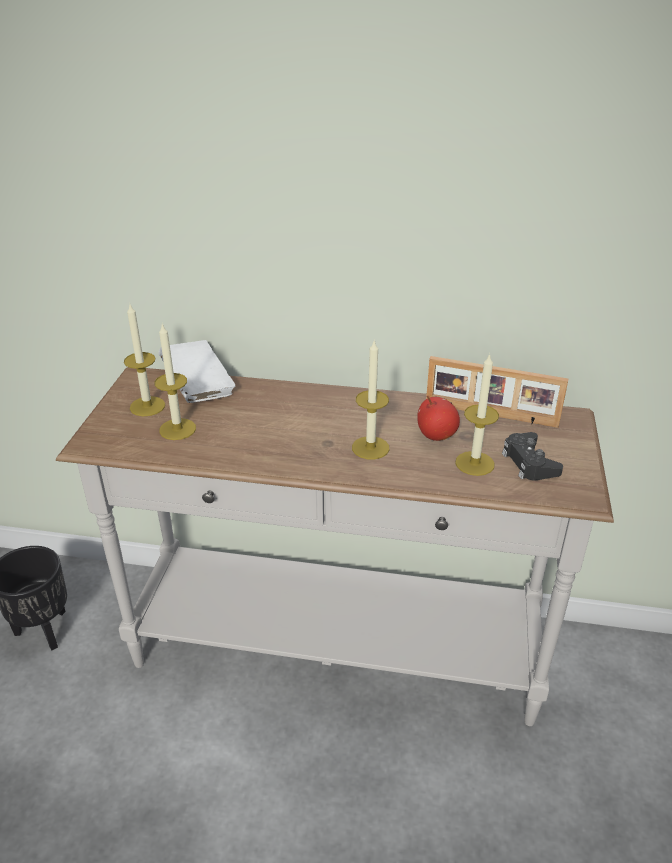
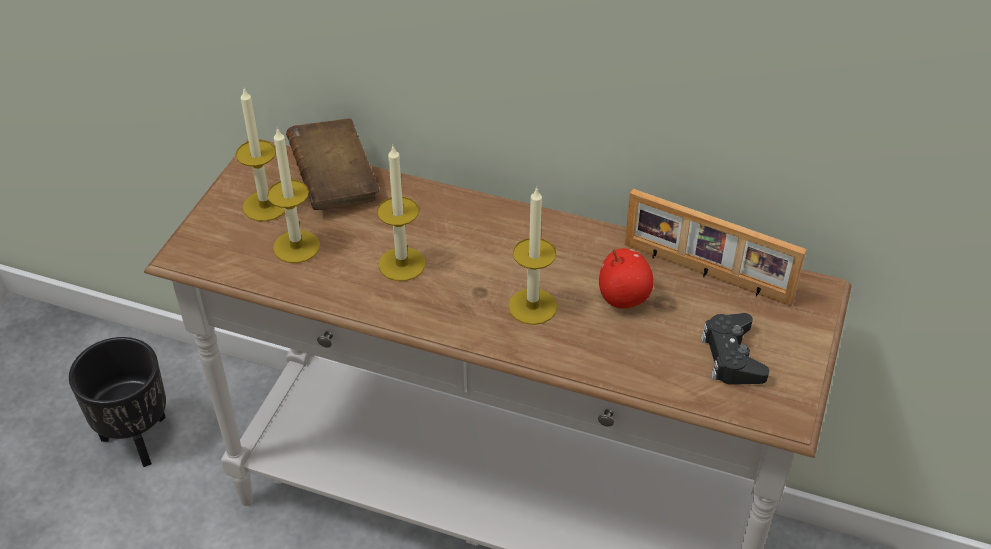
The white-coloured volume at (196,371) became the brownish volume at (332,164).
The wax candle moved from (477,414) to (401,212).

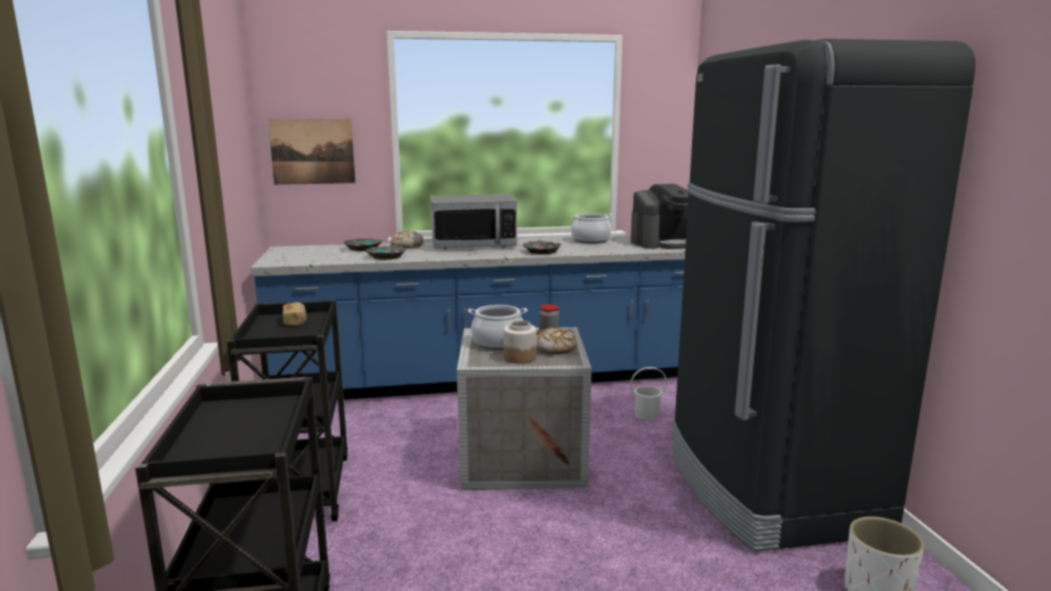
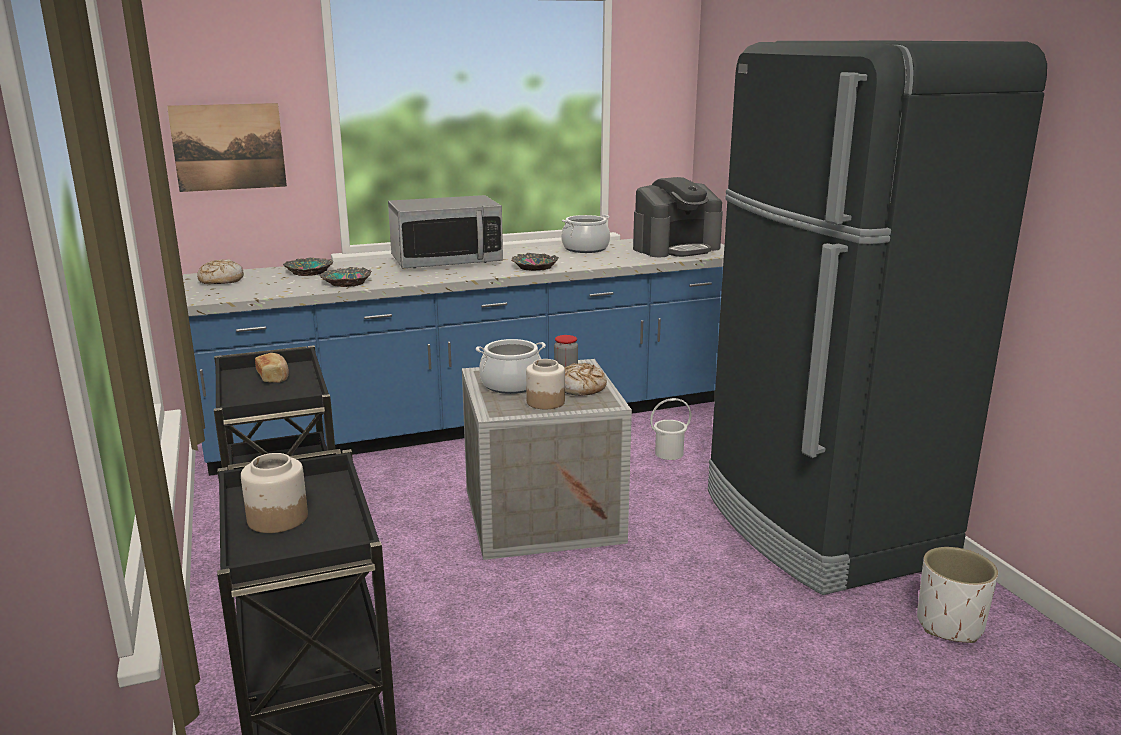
The bakery bread moved from (406,239) to (220,271).
The storage jar at (274,493) appeared.

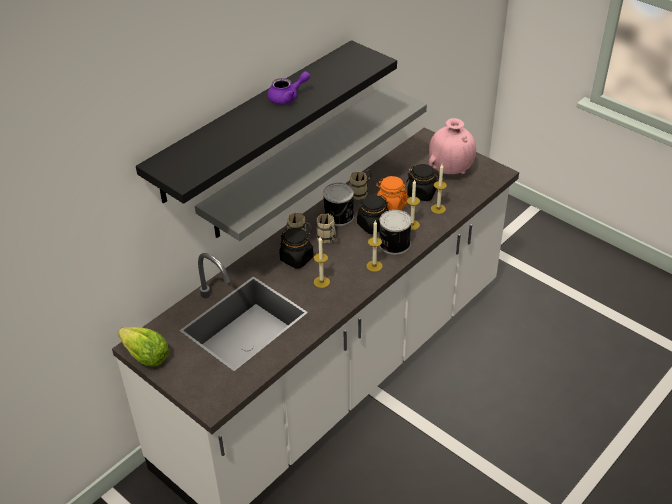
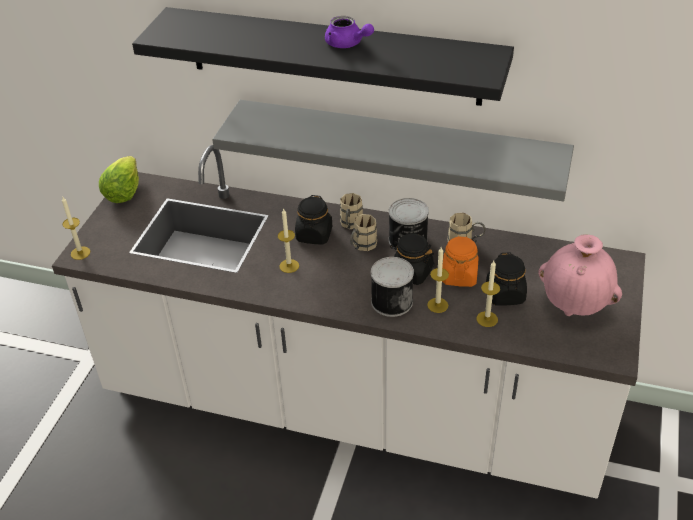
The wax candle moved from (374,246) to (76,228).

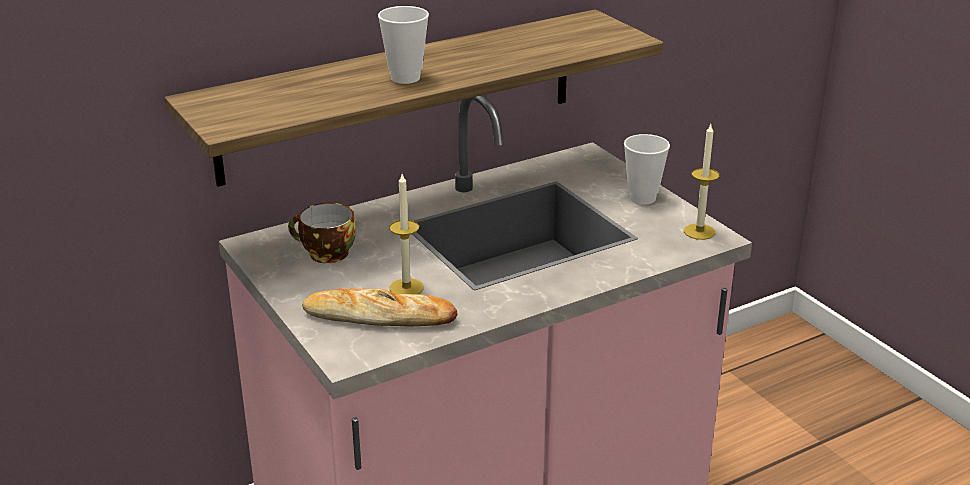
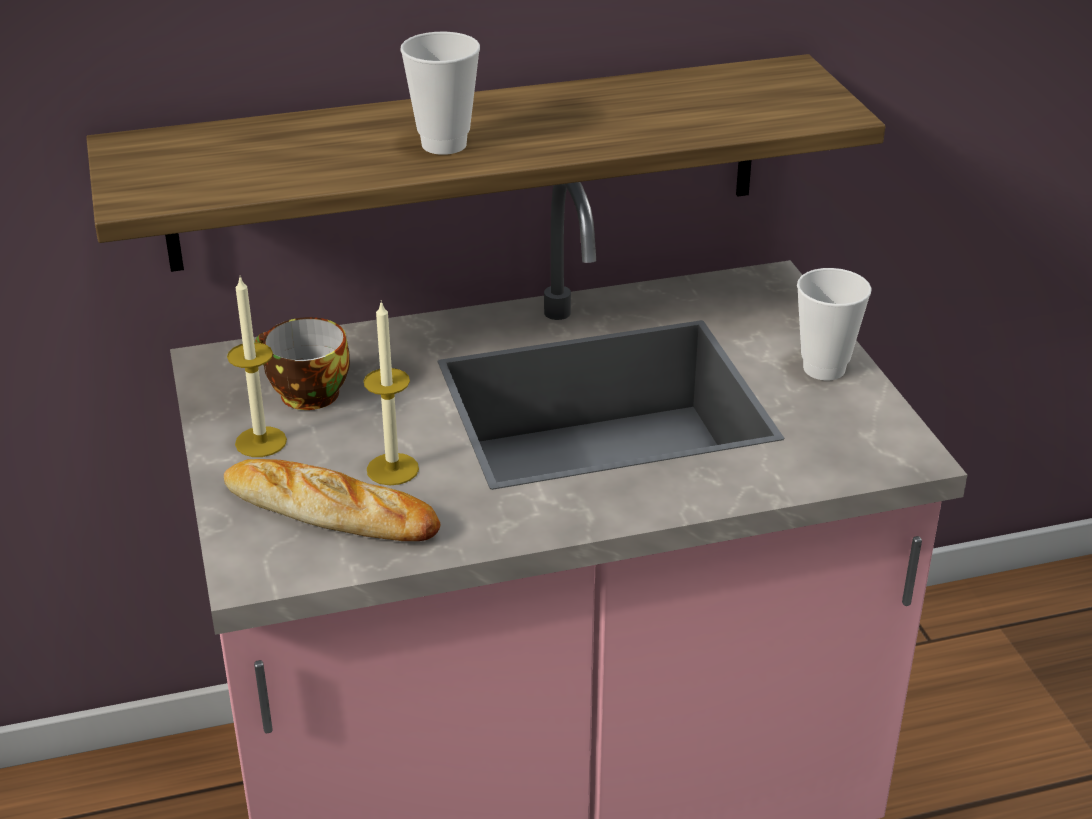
The wax candle moved from (701,182) to (257,367).

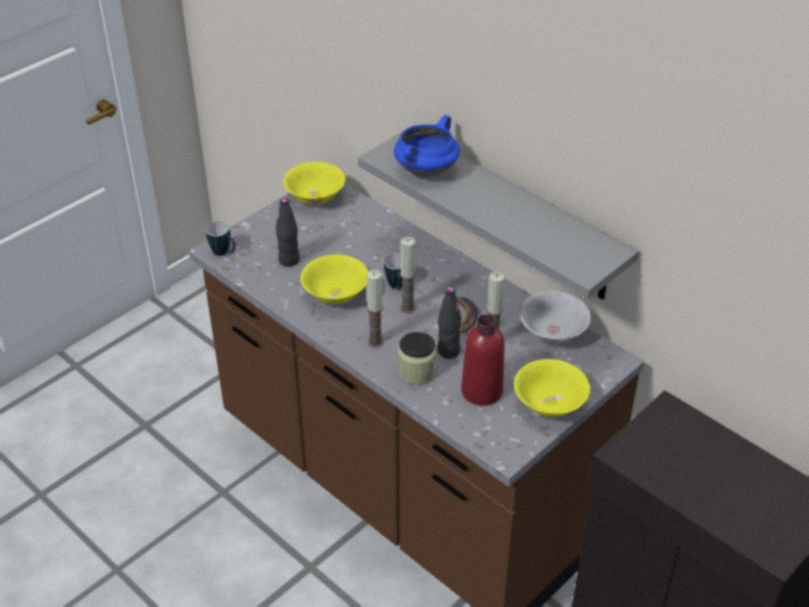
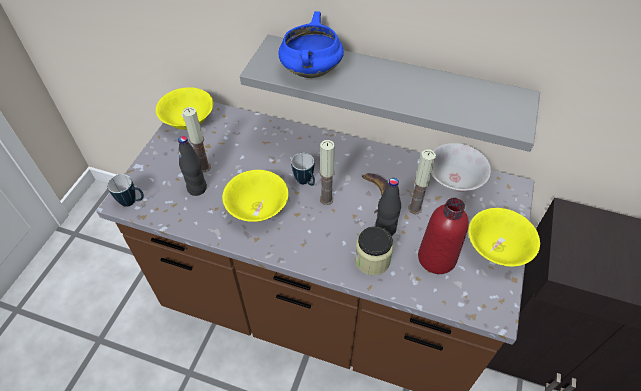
The wax candle moved from (375,309) to (196,139).

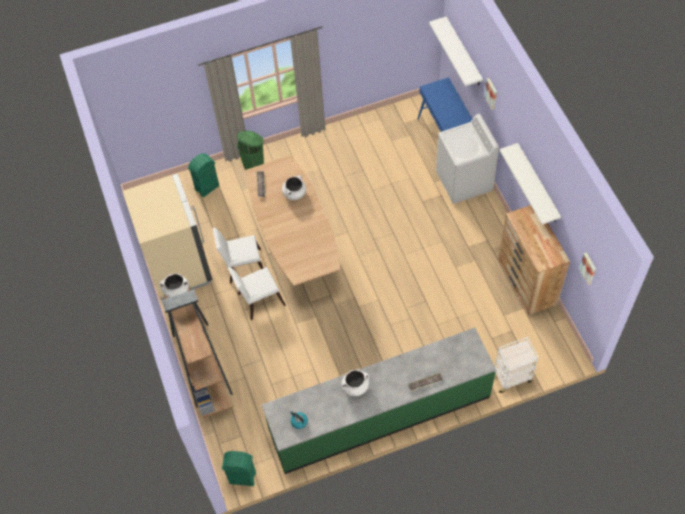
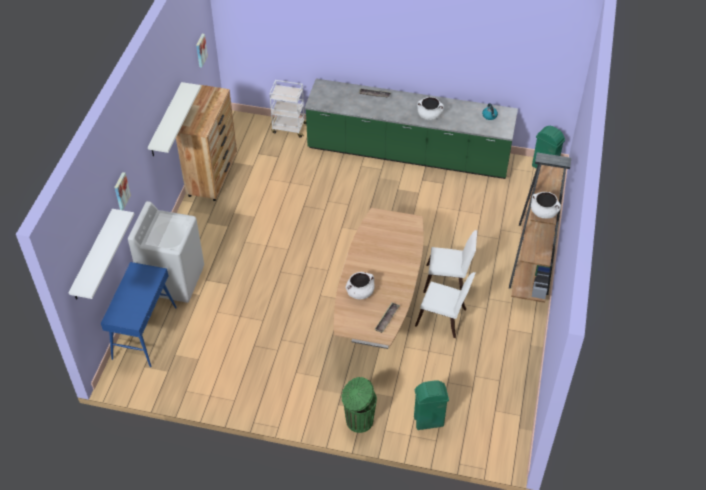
The sand-coloured refrigerator at (167,237) disappeared.

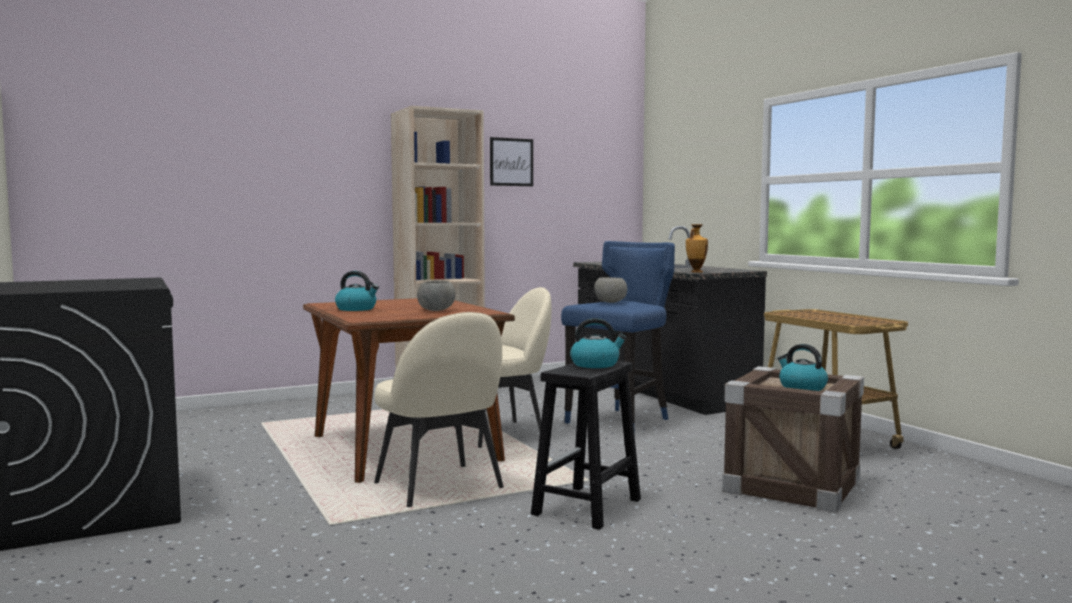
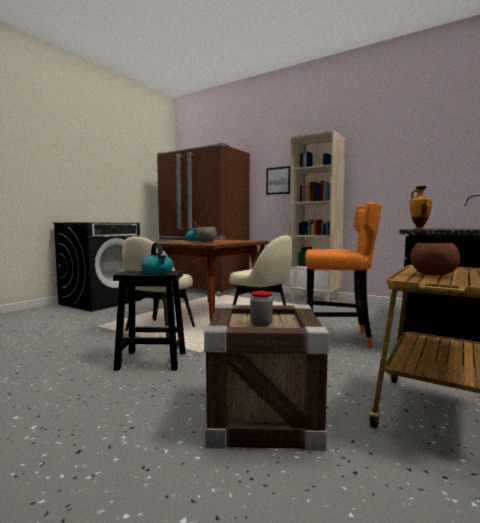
The picture moved from (511,161) to (278,180).
The blue sitting stool at (618,338) became the orange sitting stool at (343,275).
The greyish deep dish at (610,290) disappeared.
The kettle at (802,367) was replaced by the storage jar at (261,308).
The brownish refrigerator at (203,219) appeared.
The brownish deep dish at (435,259) appeared.

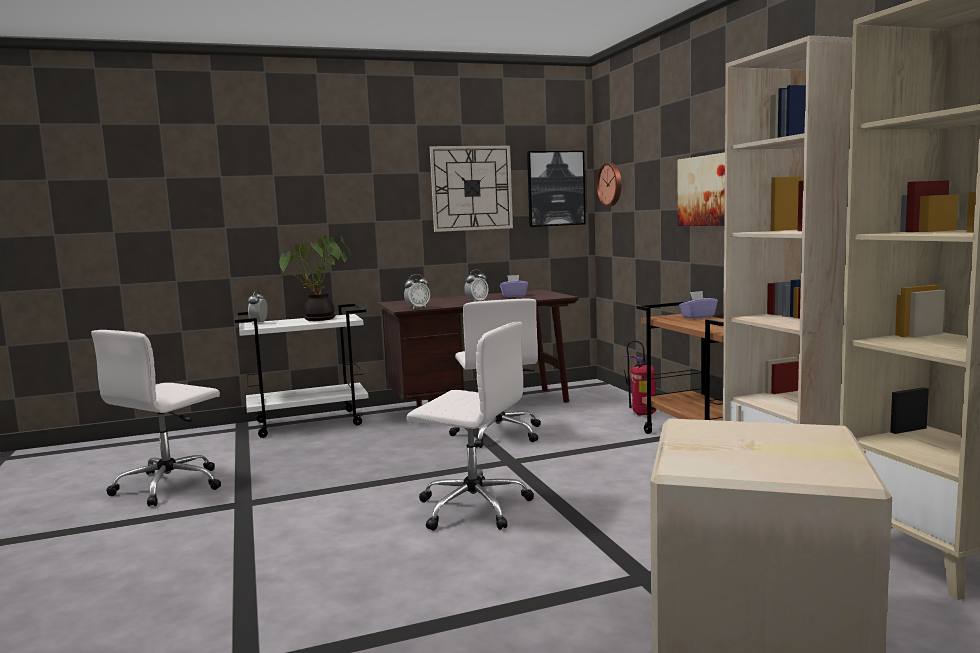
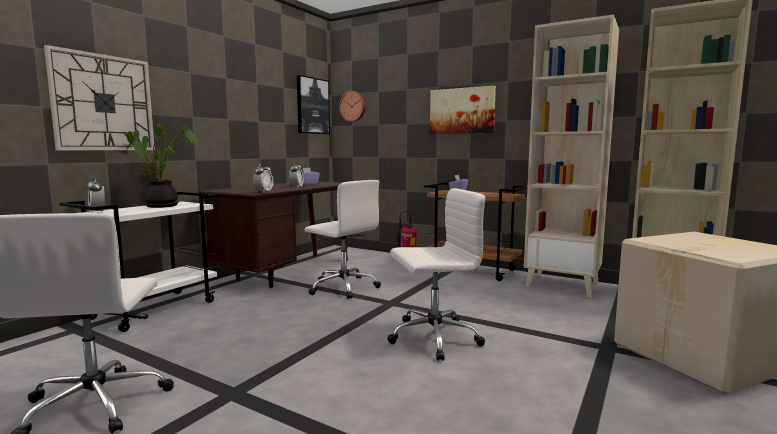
The wall clock moved from (471,189) to (99,97).

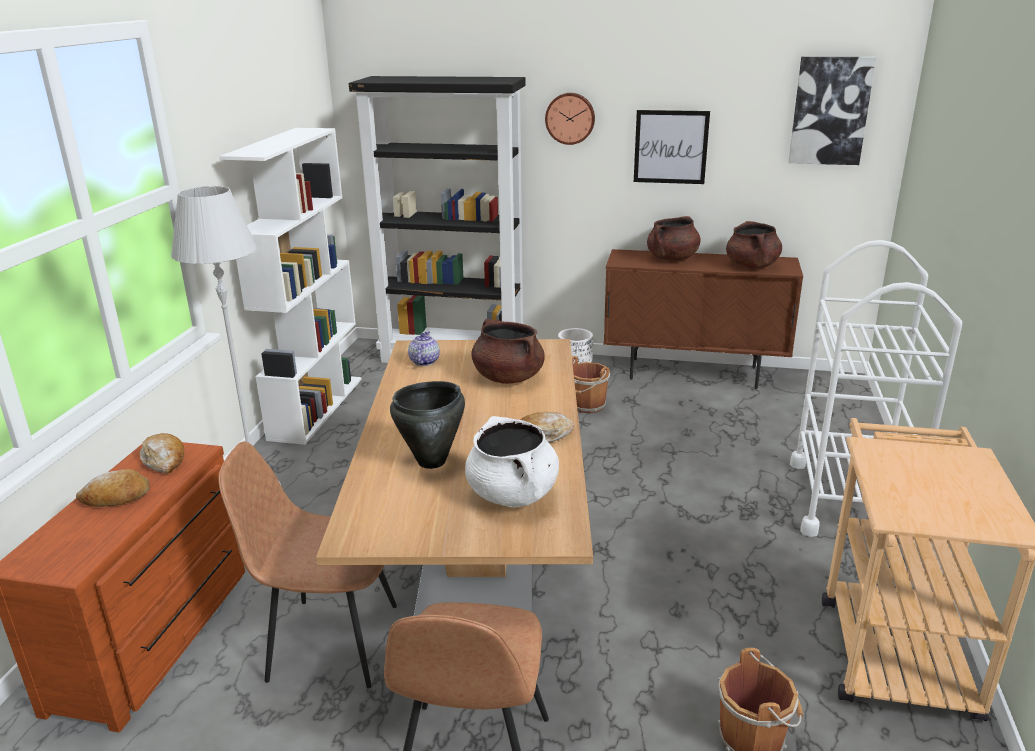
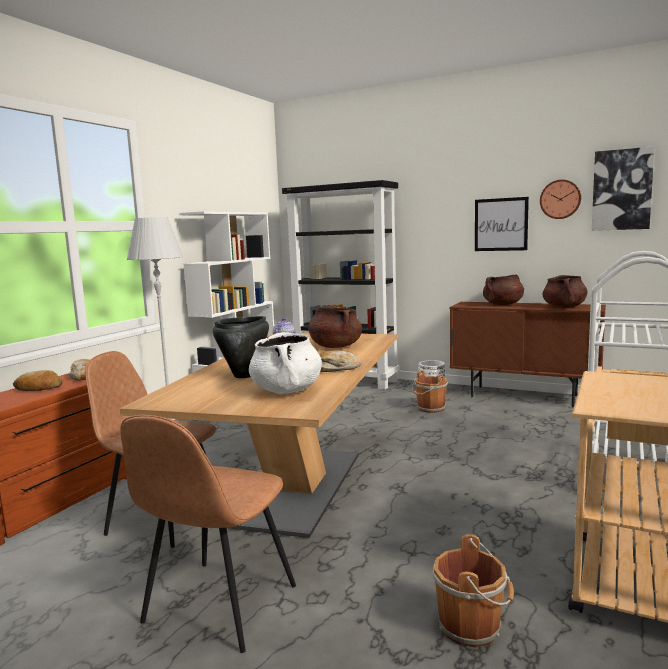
The wall clock moved from (570,119) to (560,199).

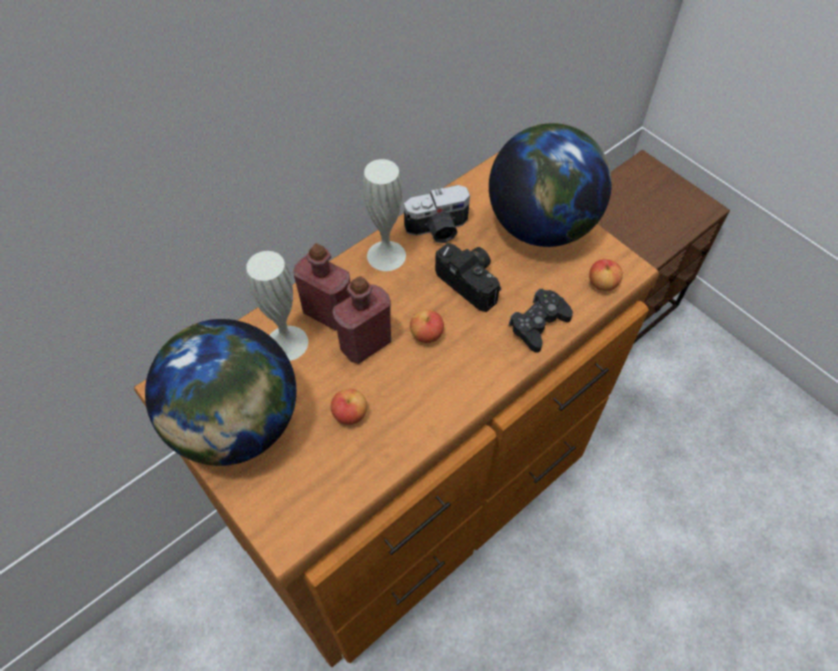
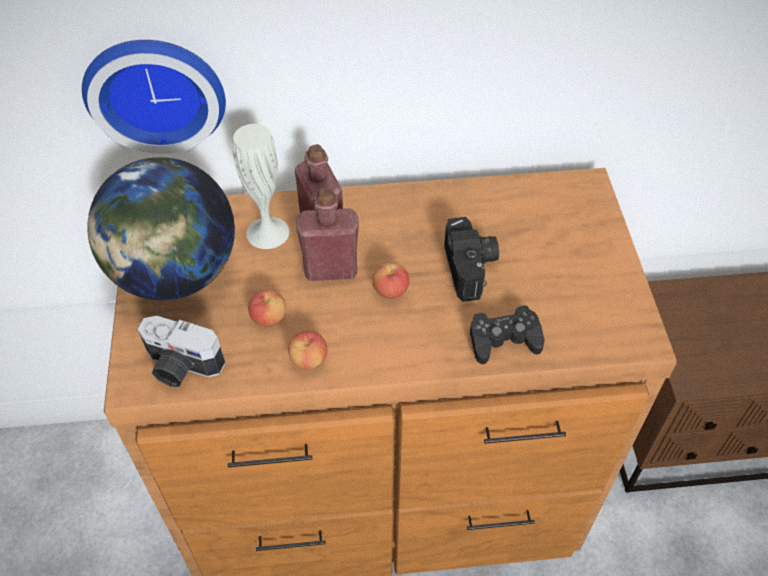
The globe at (550,185) disappeared.
The white-coloured vase at (384,215) disappeared.
The still camera moved from (437,214) to (181,351).
The apple moved from (606,275) to (307,350).
The wall clock at (154,97) appeared.

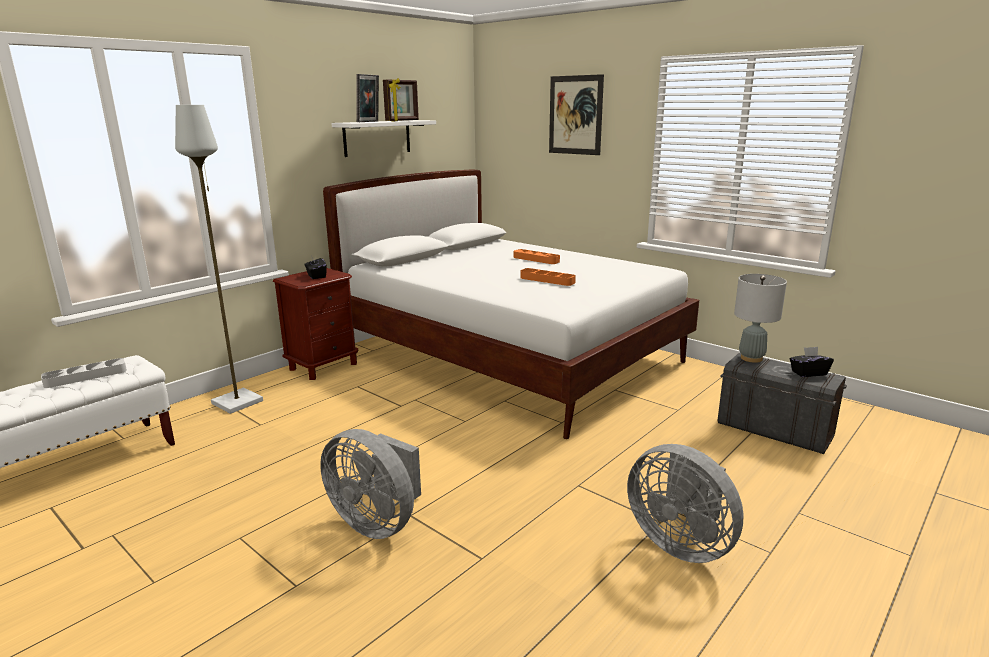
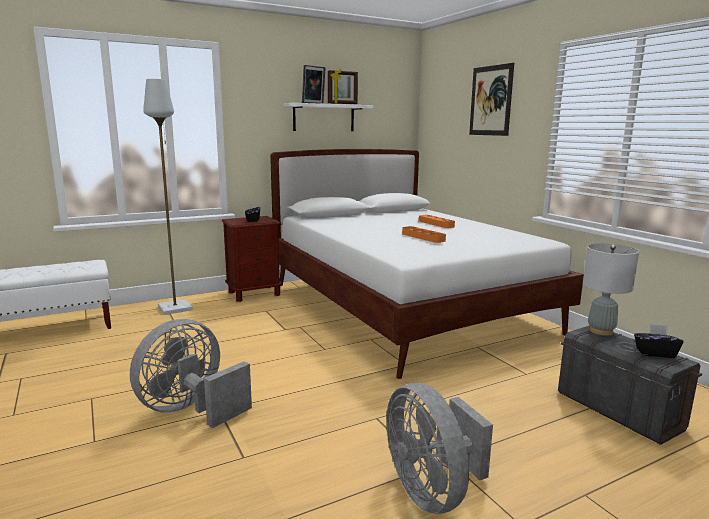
The greyish carrying tray at (84,373) disappeared.
The greyish fan at (370,484) turned 75 degrees clockwise.

